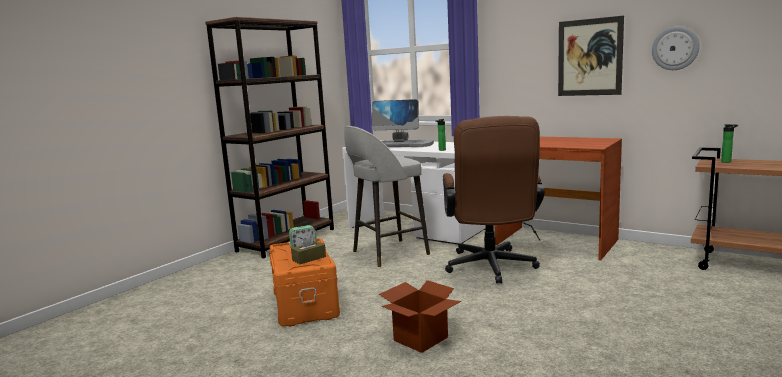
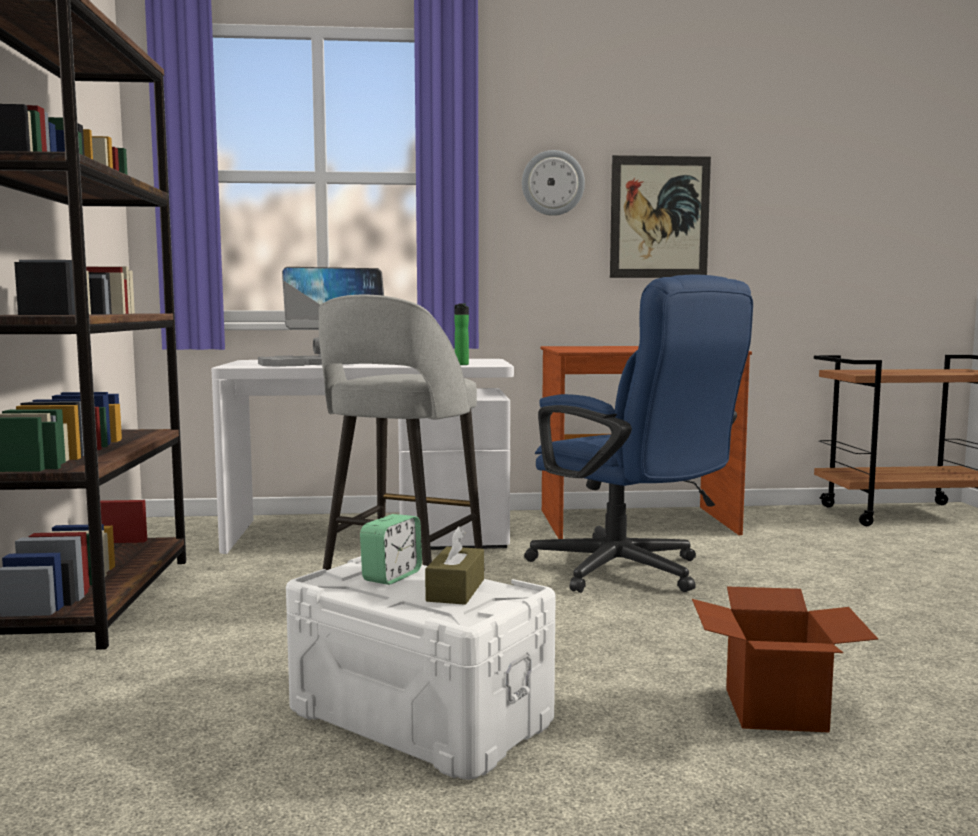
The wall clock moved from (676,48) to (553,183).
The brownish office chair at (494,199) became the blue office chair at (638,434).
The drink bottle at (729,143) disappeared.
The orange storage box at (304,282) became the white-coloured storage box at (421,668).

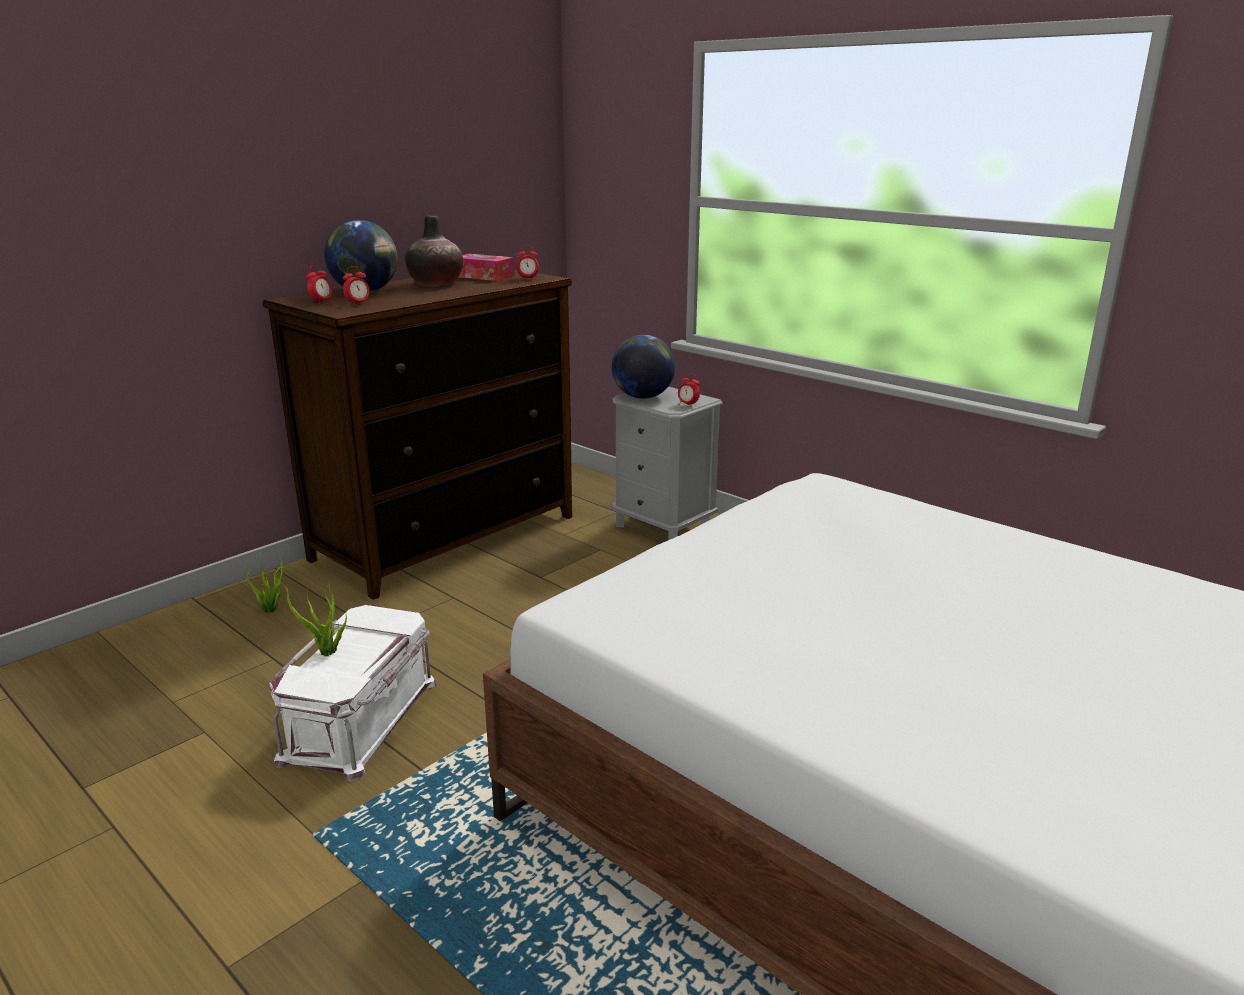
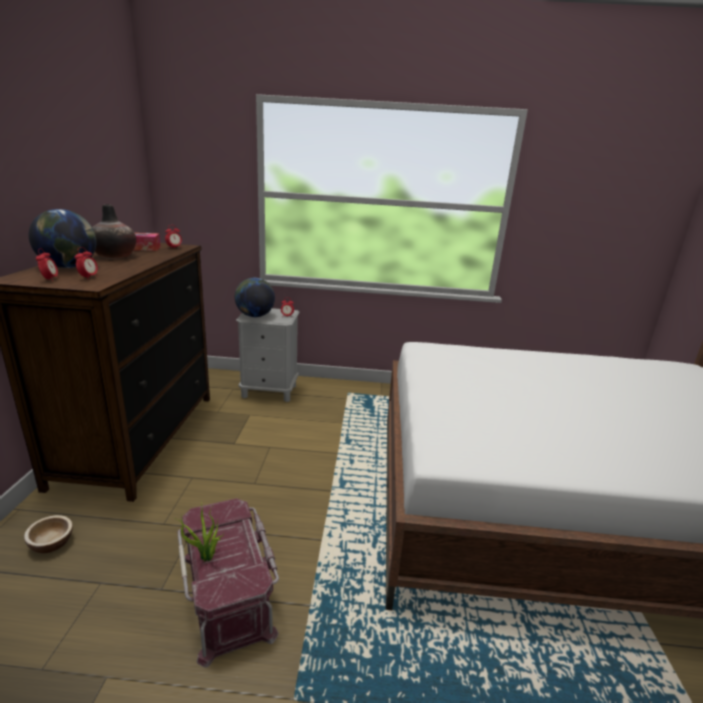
The houseplant at (266,582) was replaced by the deep dish at (48,534).
The white-coloured storage box at (353,693) became the reddish storage box at (228,583).

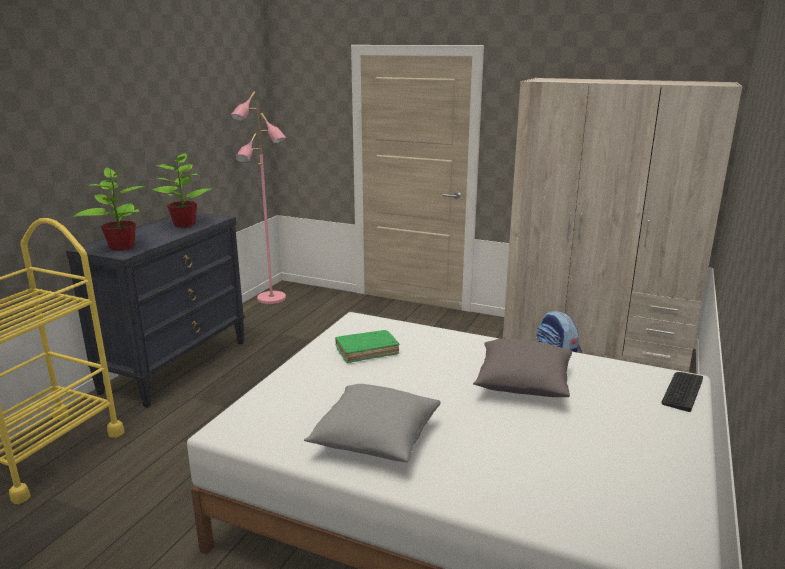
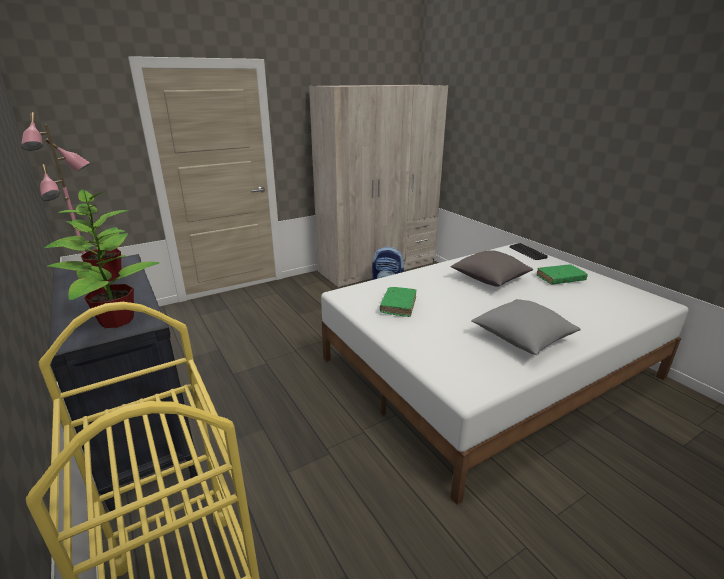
The green volume at (562,274) appeared.

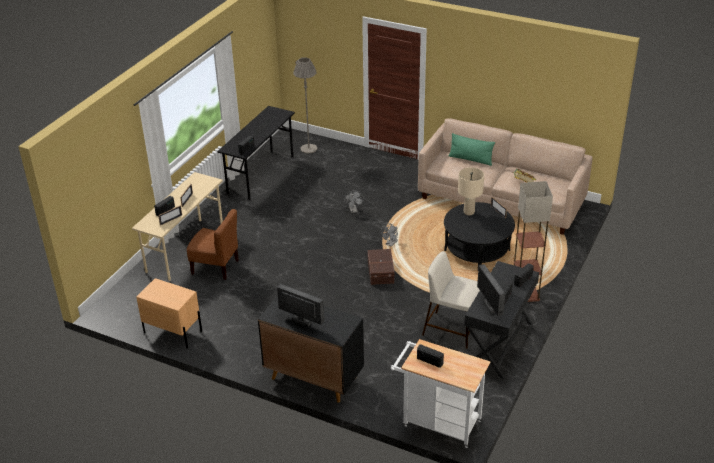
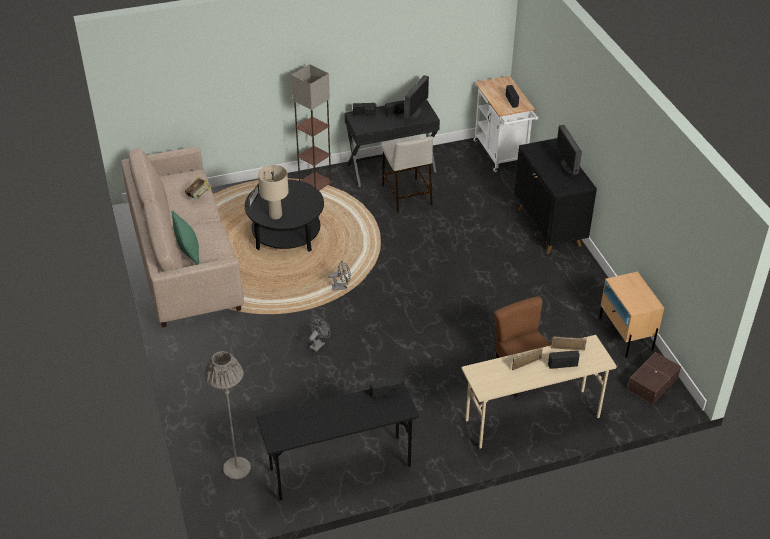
The brownish storage box moved from (381,267) to (654,378).

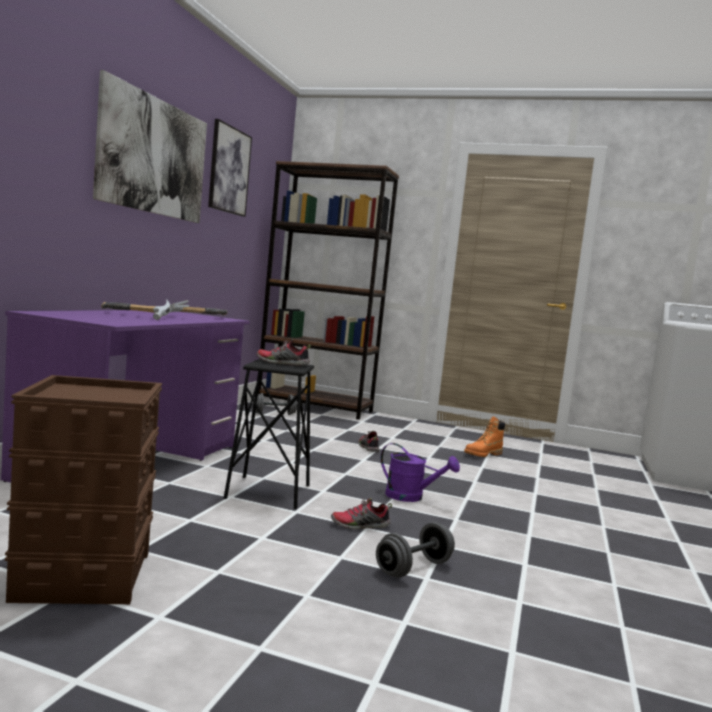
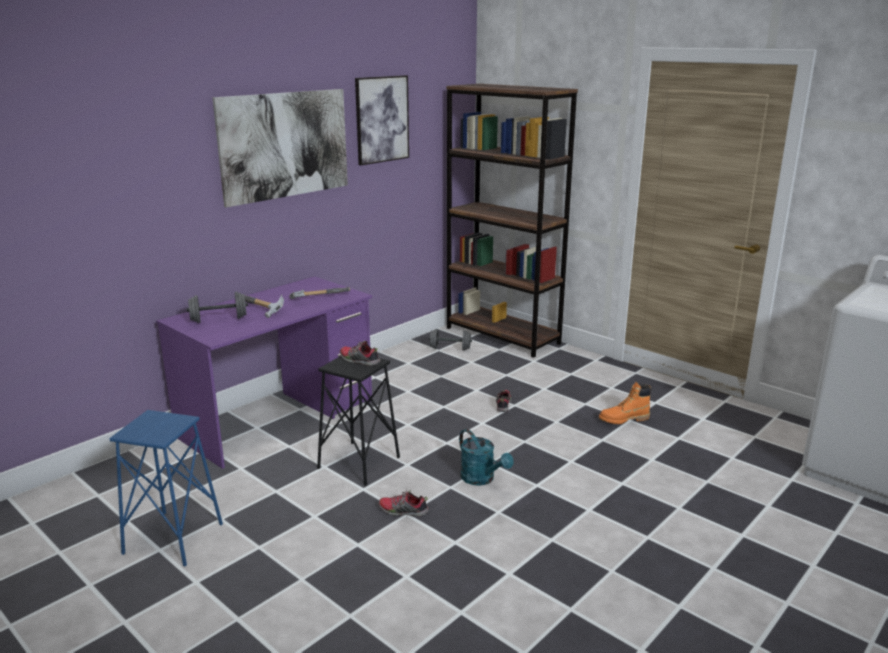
The brownish storage box at (83,489) was replaced by the blue sitting stool at (166,488).
The purple-coloured sprinkling can at (420,472) became the turquoise-coloured sprinkling can at (486,457).
The greyish free weight moved from (415,550) to (217,307).

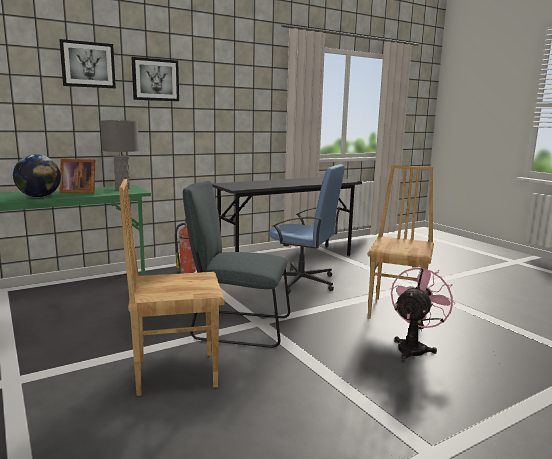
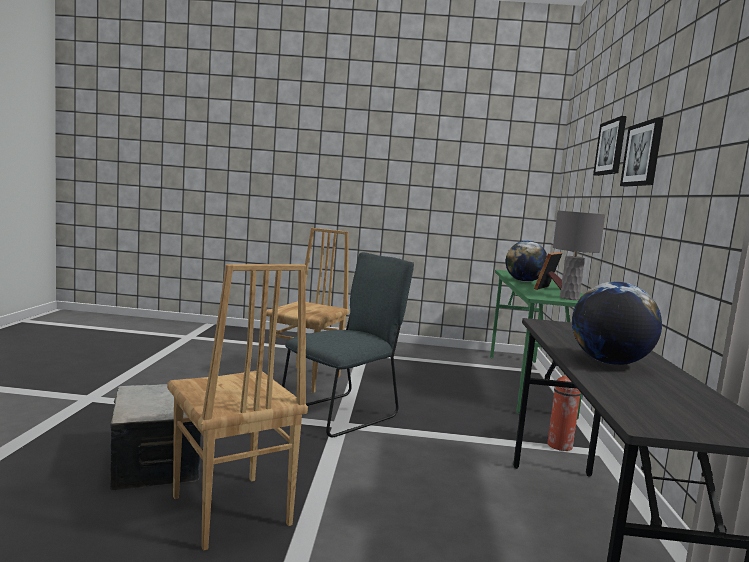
The blue office chair at (307,229) disappeared.
The pink fan at (423,313) was replaced by the storage box at (155,437).
The globe at (617,323) appeared.

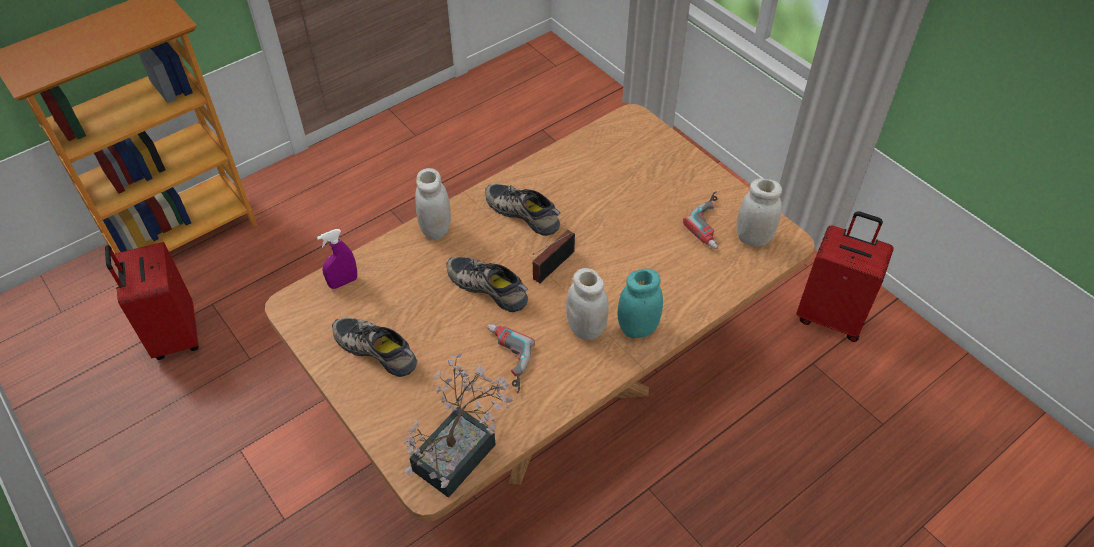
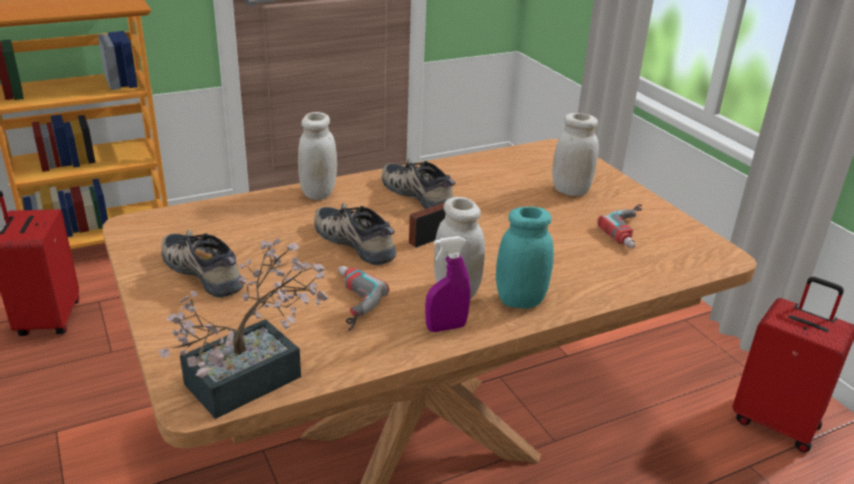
The white-coloured storage jar moved from (759,212) to (575,154).
The purple-coloured hand sprayer moved from (337,259) to (447,284).

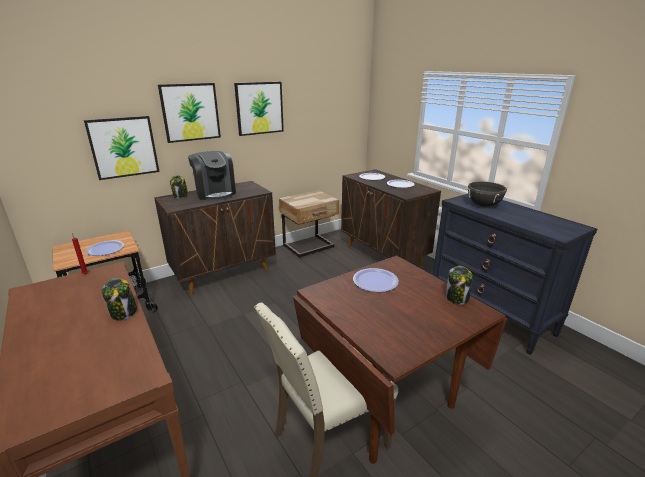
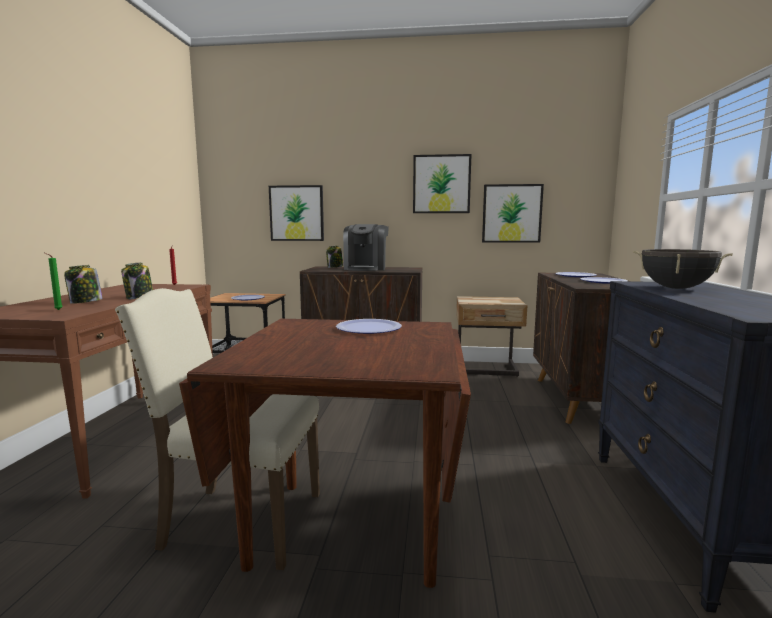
The picture moved from (189,113) to (513,213).
The storage jar moved from (459,285) to (83,284).
The green wax candle at (54,281) appeared.

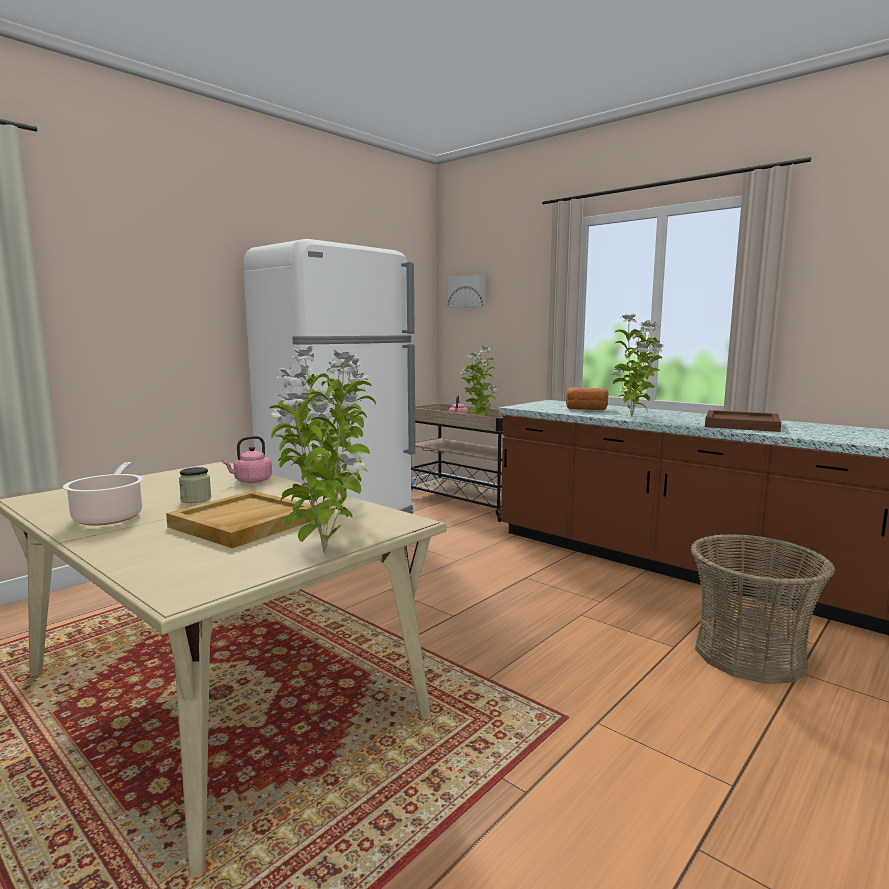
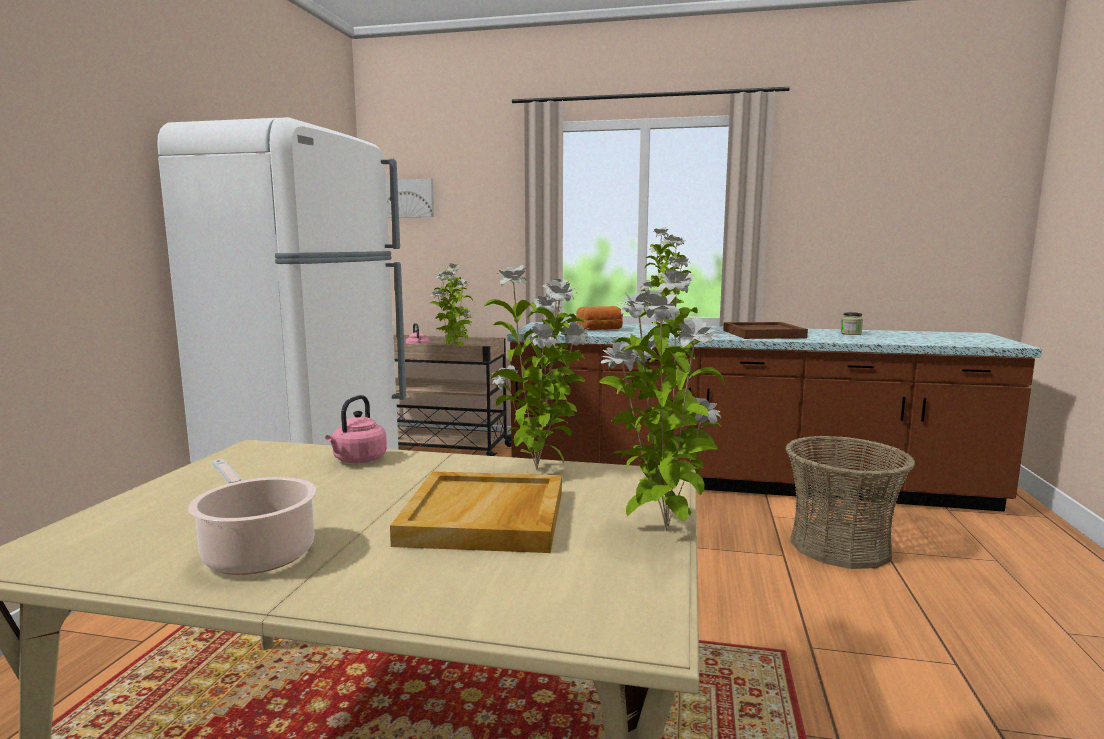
The storage jar moved from (195,485) to (852,323).

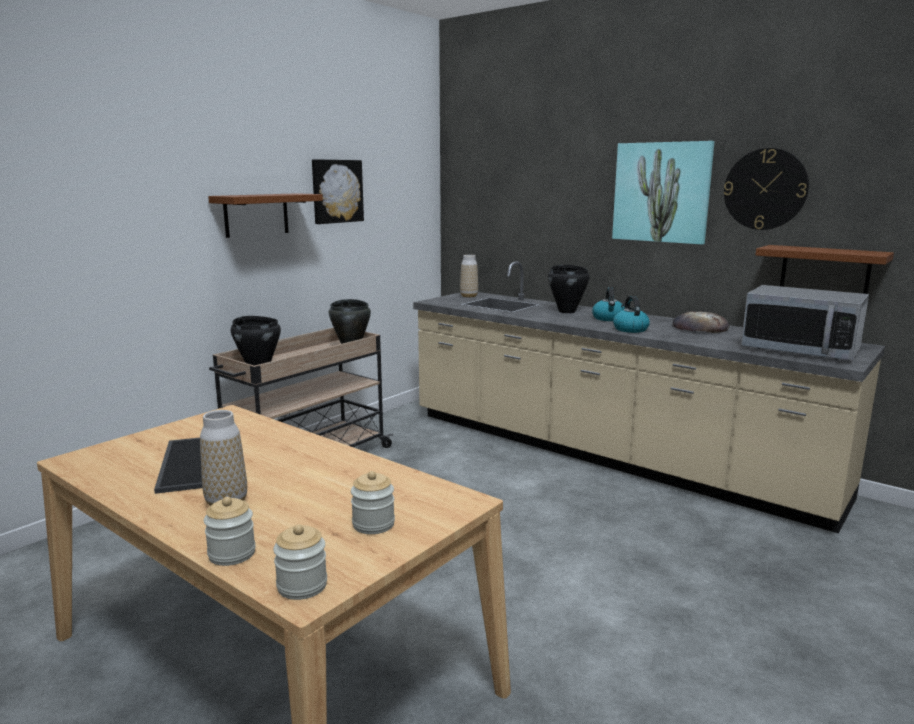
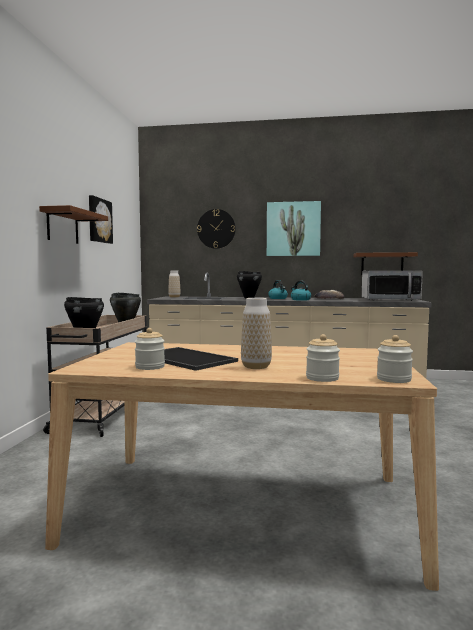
The wall clock moved from (766,189) to (216,229).
The storage jar moved from (373,502) to (150,349).

